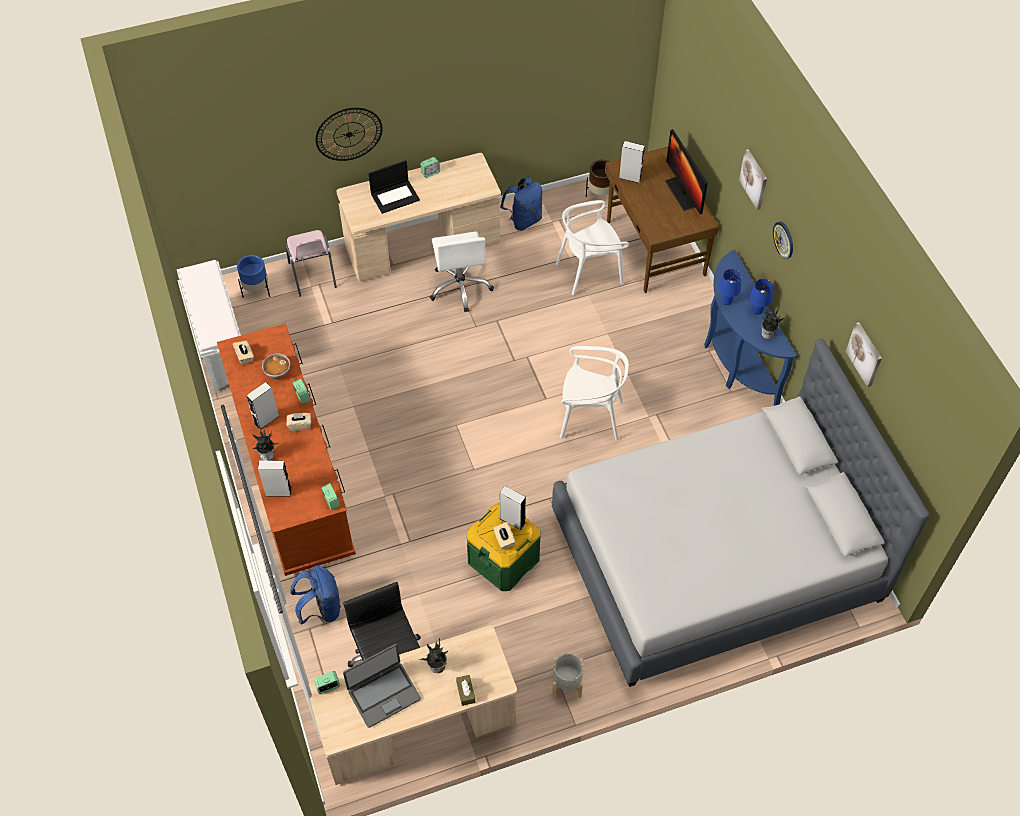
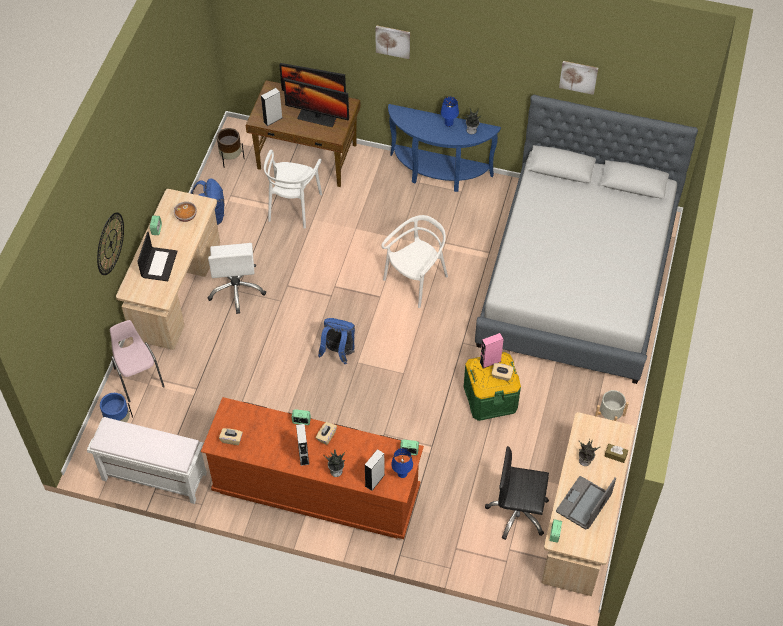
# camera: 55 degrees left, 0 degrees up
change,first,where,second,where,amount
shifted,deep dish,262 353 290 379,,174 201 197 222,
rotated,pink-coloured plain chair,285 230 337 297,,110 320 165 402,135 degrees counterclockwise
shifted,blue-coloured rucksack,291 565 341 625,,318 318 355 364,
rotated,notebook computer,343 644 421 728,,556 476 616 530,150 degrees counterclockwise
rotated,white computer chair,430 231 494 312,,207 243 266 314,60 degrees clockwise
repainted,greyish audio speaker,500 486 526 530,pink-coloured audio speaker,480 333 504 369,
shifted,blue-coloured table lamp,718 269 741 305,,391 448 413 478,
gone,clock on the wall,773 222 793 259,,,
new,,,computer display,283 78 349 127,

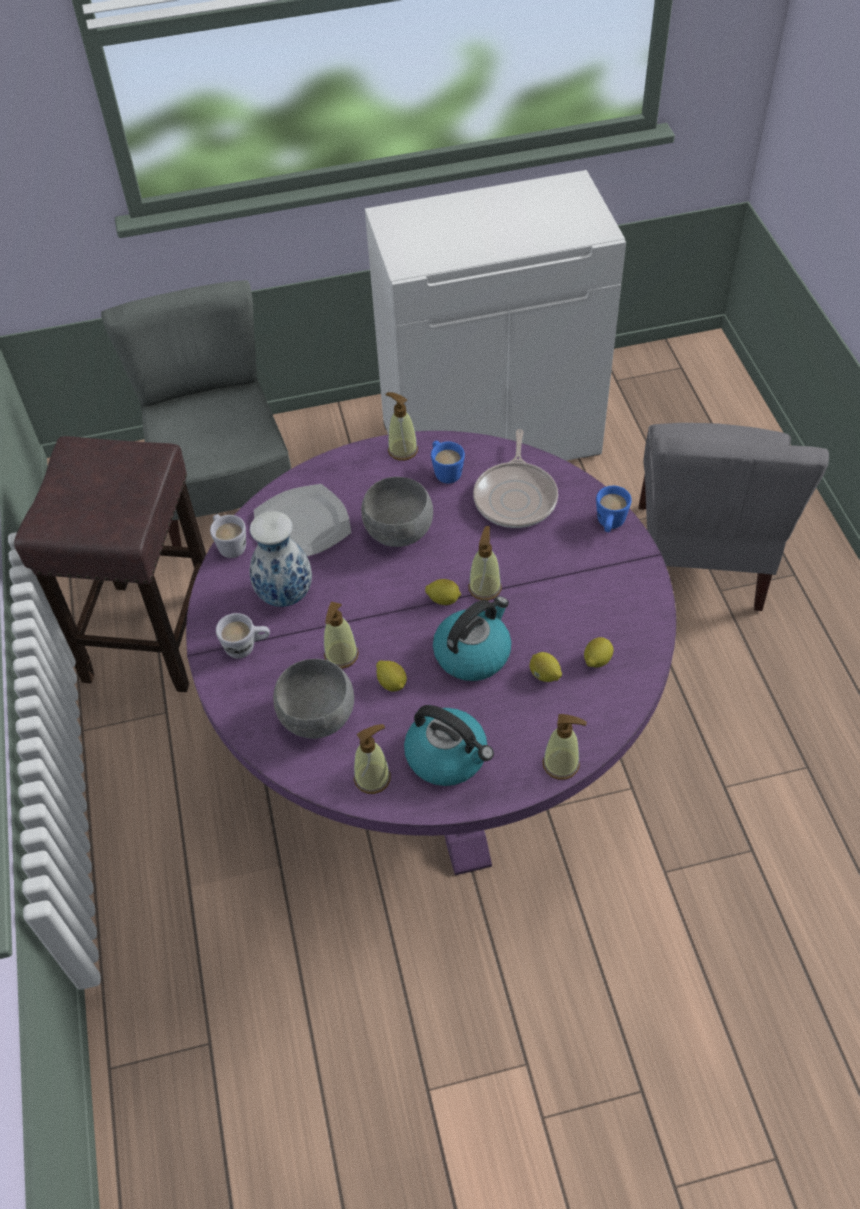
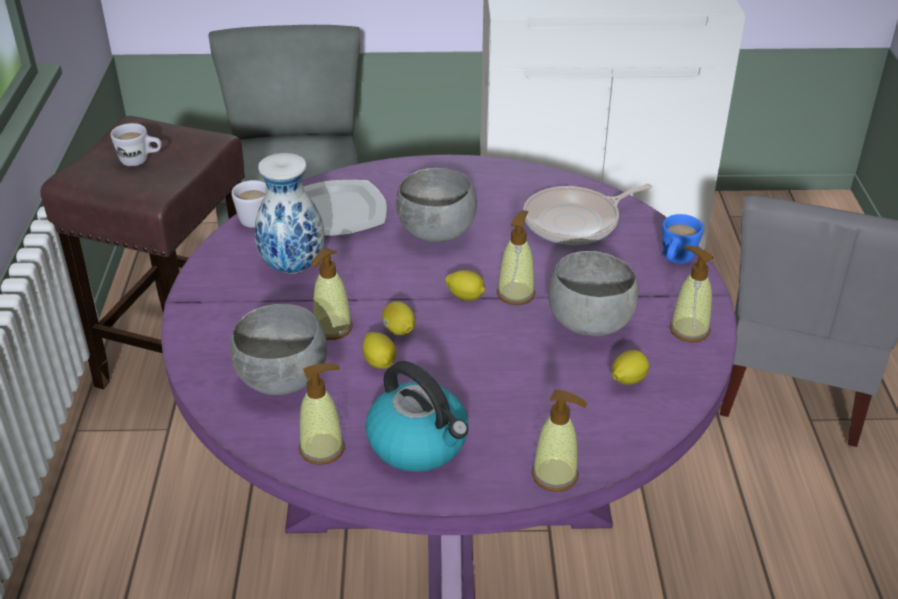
# camera: 10 degrees right, 15 degrees down
change,first,where,second,where,amount
shifted,white mug,216 613 270 659,,111 123 162 166,
shifted,soap dispenser,385 392 418 461,,669 246 713 342,
gone,blue-coloured mug,431 441 465 484,,,
gone,tea kettle,433 596 511 681,,,
rotated,skillet,473 429 558 528,,523 183 652 245,45 degrees clockwise
shifted,lemon,530 652 562 682,,382 301 415 335,
new,,,greyish deep dish,548 251 639 337,

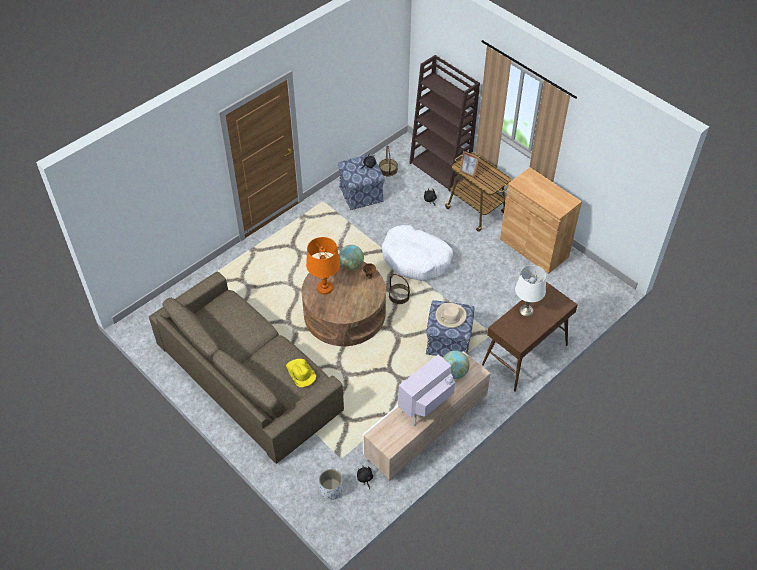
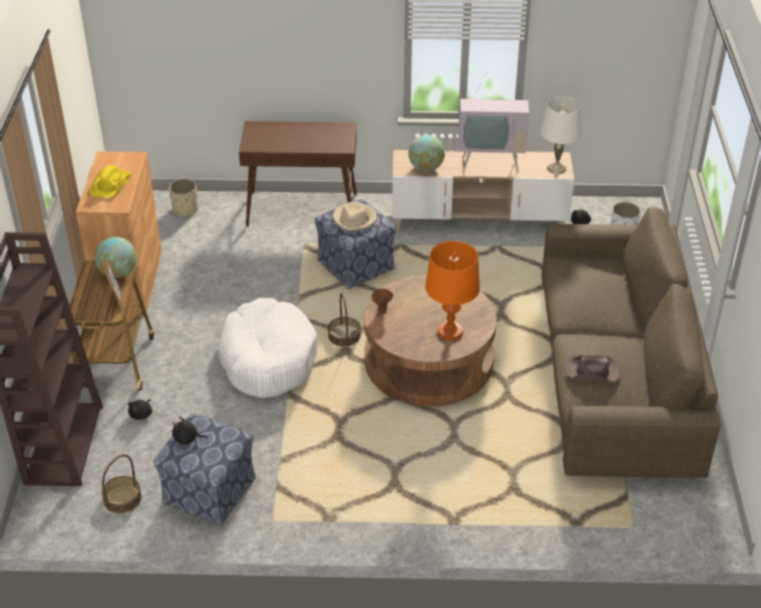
# camera: 135 degrees left, 10 degrees down
change,first,where,second,where,amount
shifted,yellowish hat,286 359 316 387,,90 165 132 197,
shifted,world globe,339 245 364 270,,95 237 137 278,
shifted,white table lamp,515 265 546 316,,541 96 581 174,
new,,,sand-coloured planter,169 179 198 217,
new,,,brownish hat,565 355 620 382,

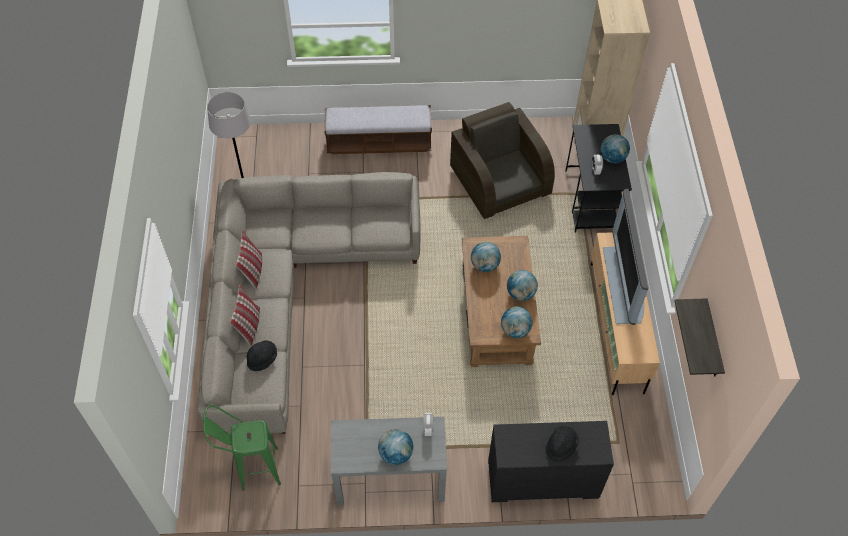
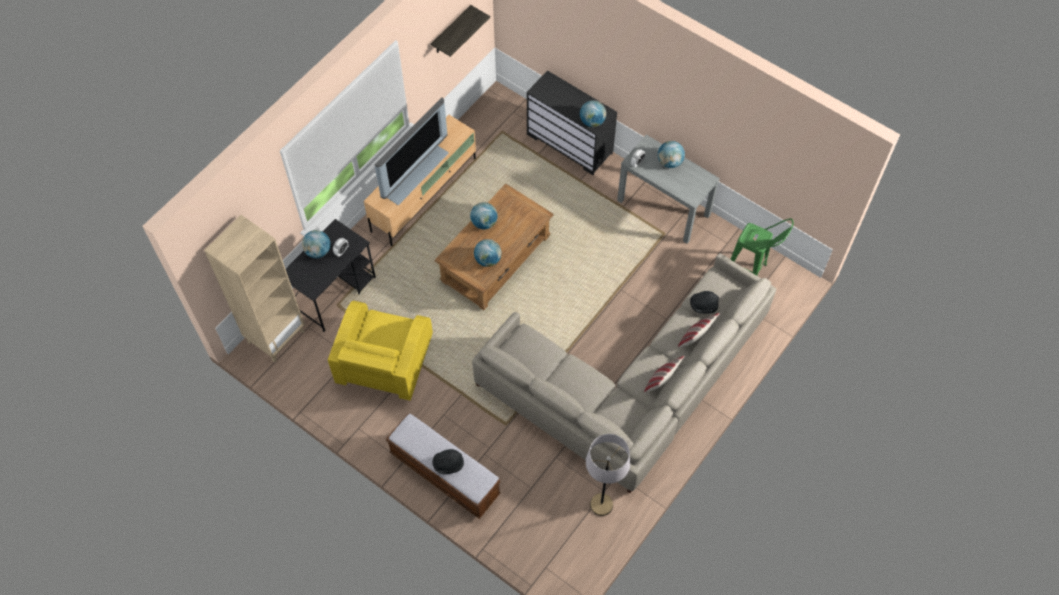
# camera: 140 degrees left, 5 degrees up
change,first,where,second,where,amount
repainted,brownish lounge chair,450 102 555 219,yellowish lounge chair,328 301 433 401,
shifted,world globe,501 306 533 338,,580 100 606 127,
shifted,blackish hat,546 426 579 462,,432 449 464 475,

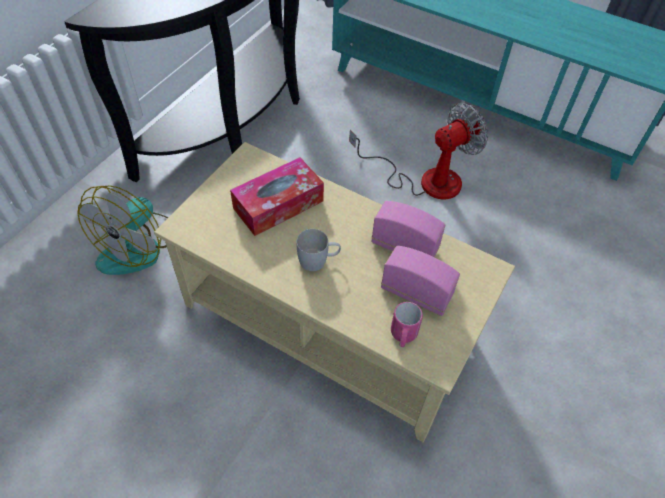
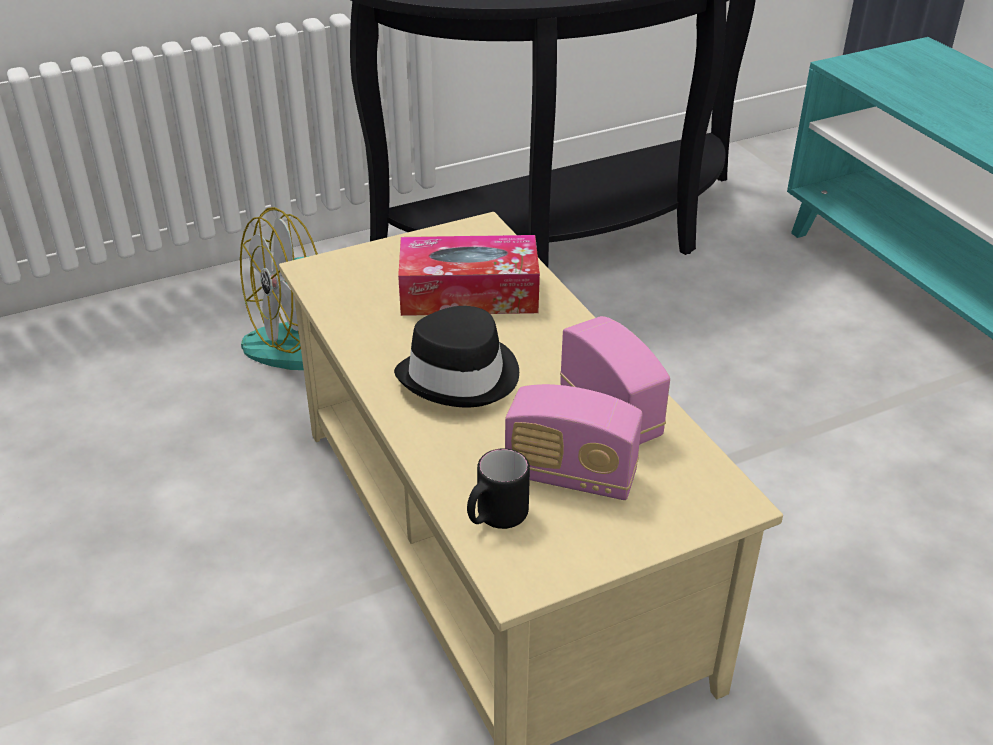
# camera: 35 degrees right, 15 degrees down
change,first,where,second,where,amount
swapped,white mug,296 229 341 271,blackish hat,394 306 519 407,
gone,cooling fan,349 103 488 200,,,
rotated,radio set,381 246 460 316,,505 384 643 500,135 degrees clockwise
repainted,pink-coloured mug,391 302 423 347,blackish mug,467 448 530 529,

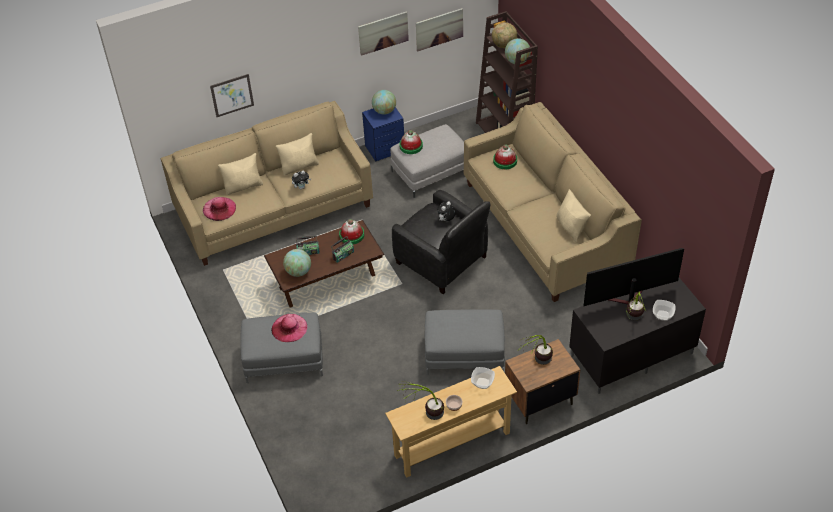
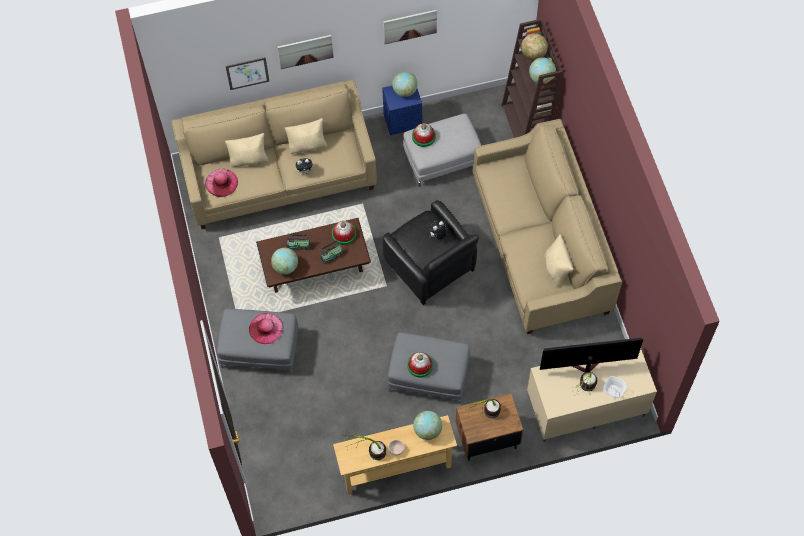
# camera: 10 degrees right, 15 degrees up
change,first,where,second,where,amount
shifted,wall picture,416 8 463 51,,277 35 334 69,
swapped,deep dish,471 367 495 389,world globe,413 411 442 440,
shifted,hat,493 145 517 169,,407 352 433 377,
repainted,blackish tv unit,569 278 706 394,sand-coloured tv unit,527 349 657 442,

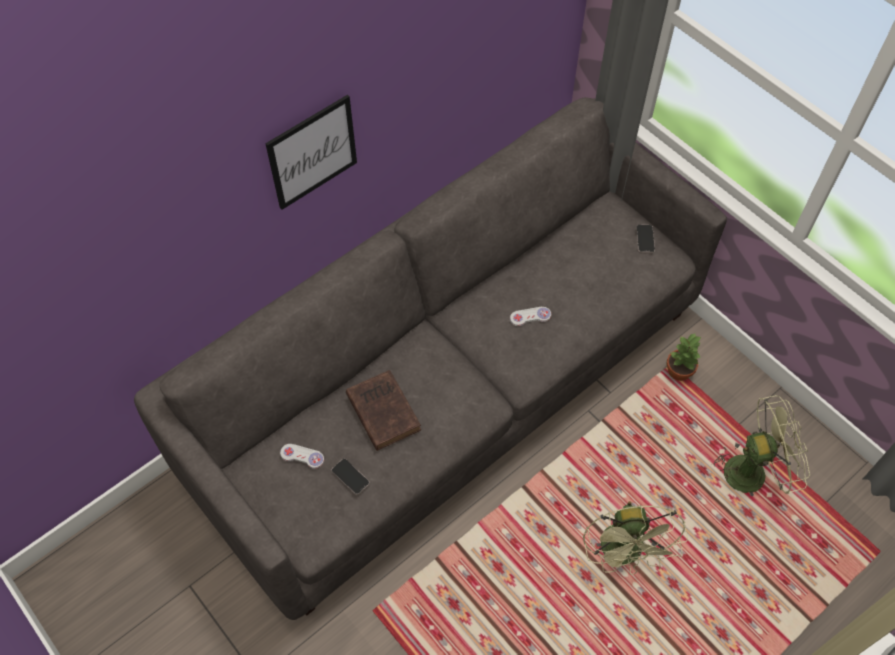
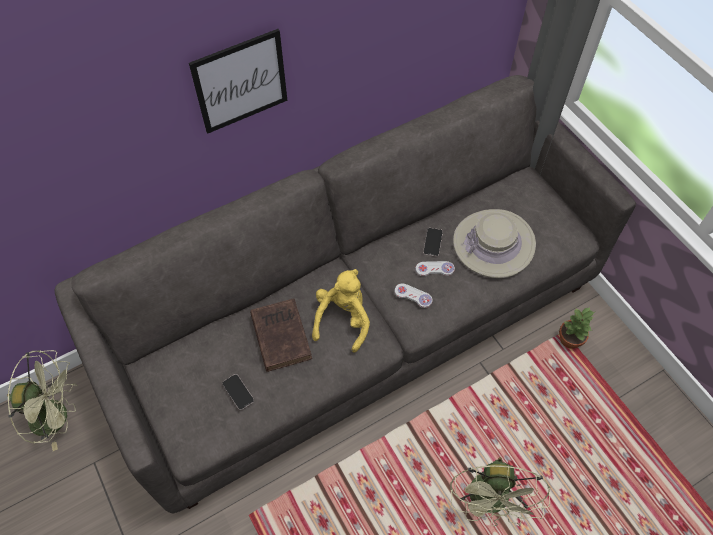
# camera: 10 degrees right, 0 degrees up
change,first,where,second,where,amount
shifted,white gamepad,280 444 324 469,,395 283 433 308,
shifted,phone,636 225 655 253,,423 228 443 257,
shifted,green-coloured cooling fan,713 395 810 496,,7 350 77 451,
new,,,yellowish soft toy,312 269 370 353,
new,,,sand-coloured hat,453 209 536 278,

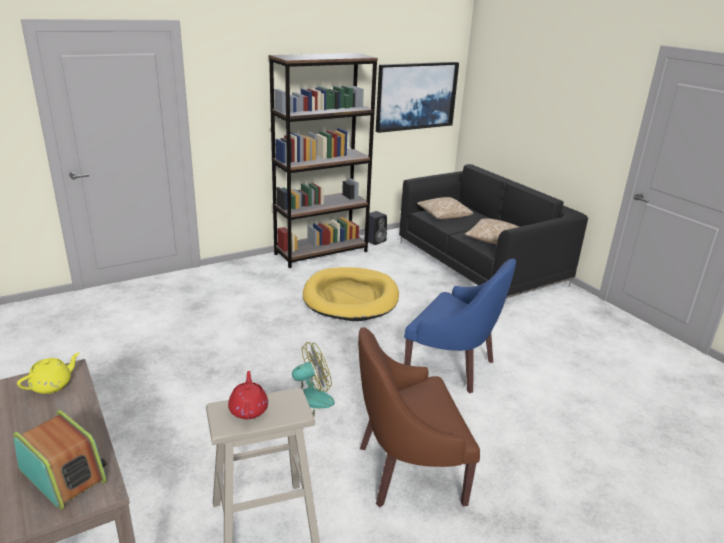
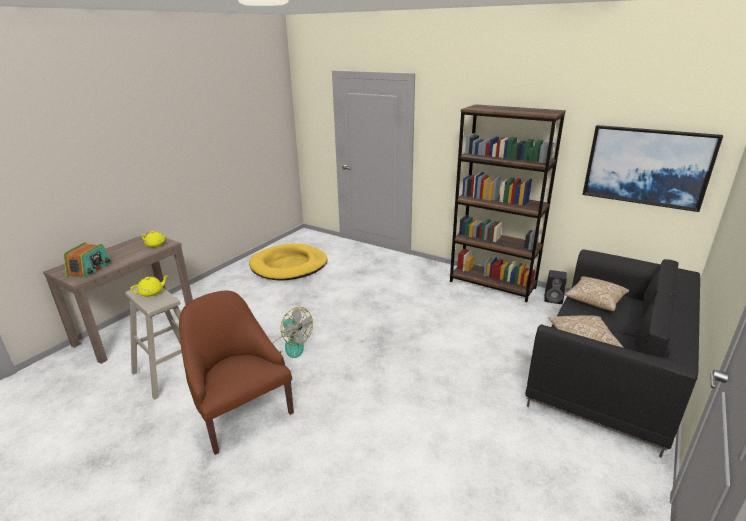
# camera: 65 degrees right, 0 degrees up
change,first,where,second,where,amount
repainted,red-coloured teapot,228 371 268 420,yellowish teapot,130 275 169 297,
shifted,yellowish dog cushion,303 267 399 321,,249 243 328 281,
gone,blue-coloured lounge chair,404 258 516 393,,,

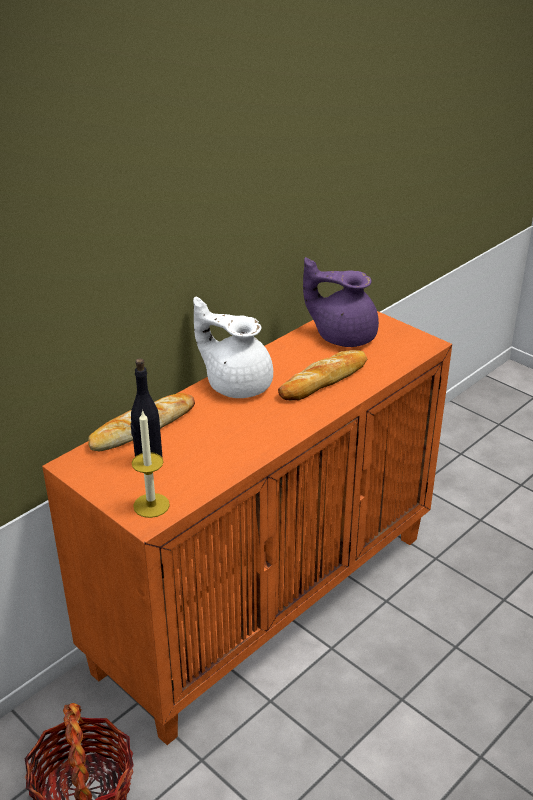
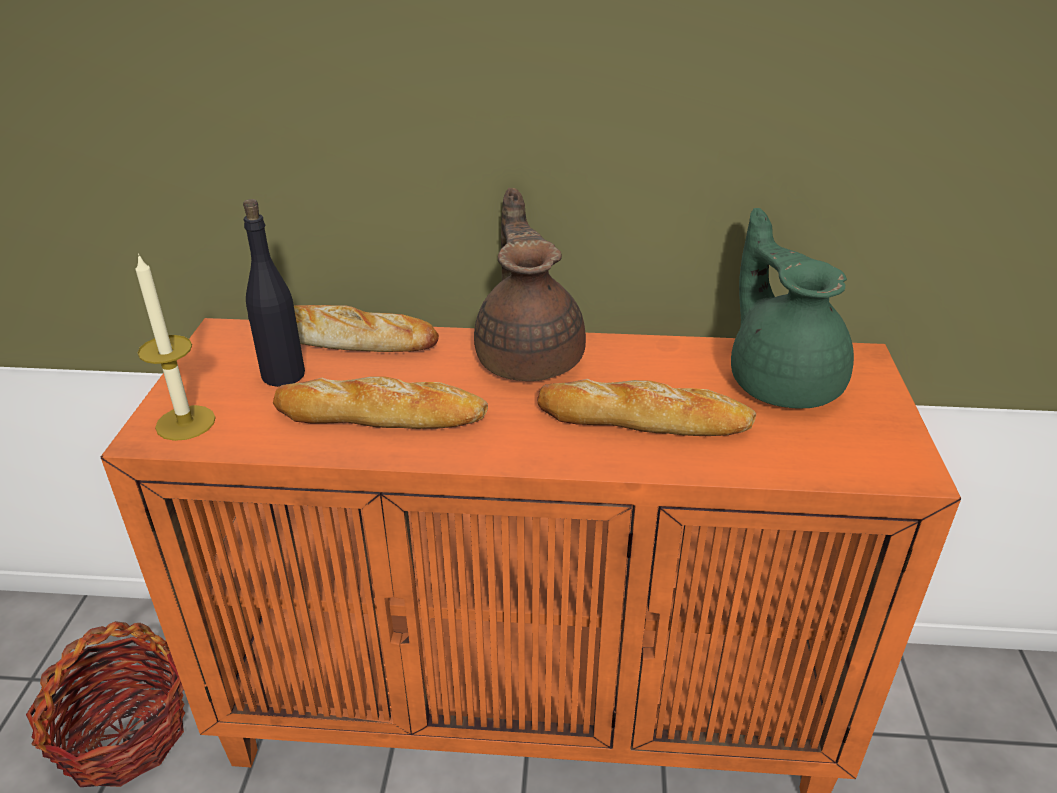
# camera: 50 degrees right, 0 degrees up
change,first,where,second,where,amount
repainted,white teapot,193 297 273 398,brownish teapot,474 188 586 381,
repainted,purple teapot,303 257 379 347,green-coloured teapot,731 208 854 409,
new,,,bakery bread,273 376 488 429,

